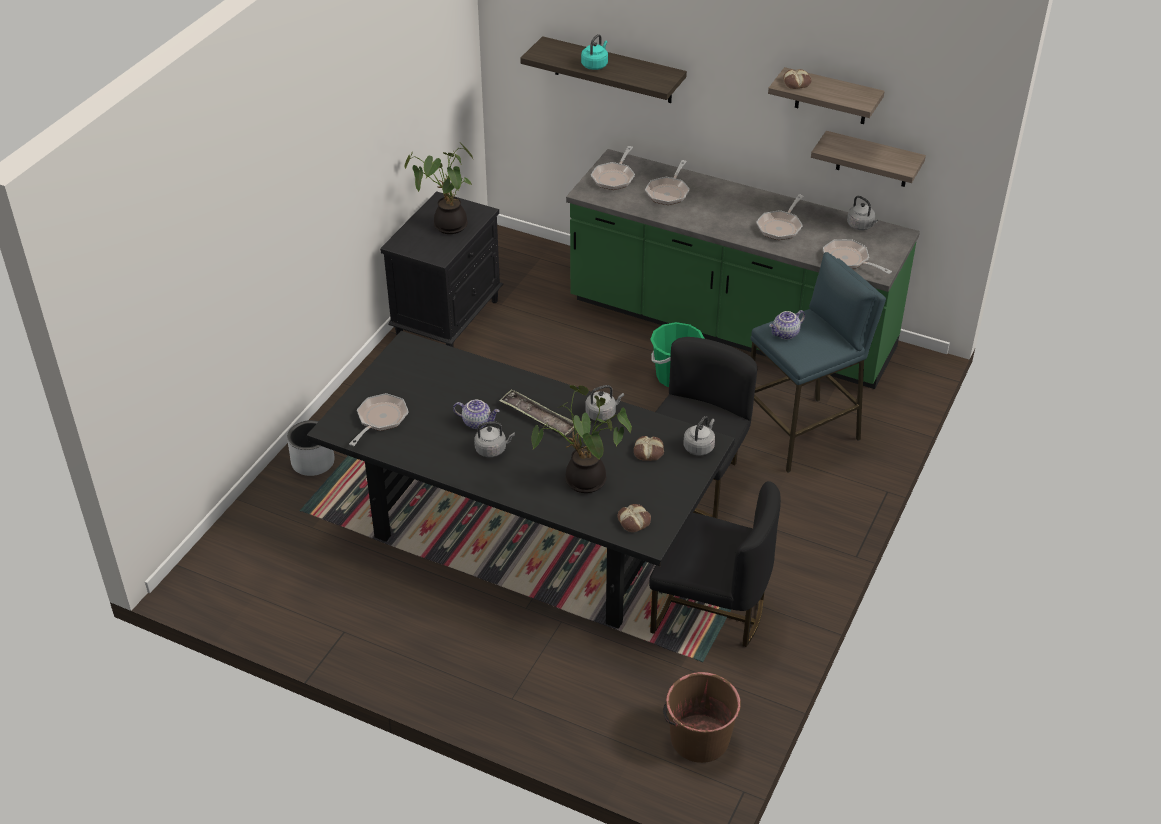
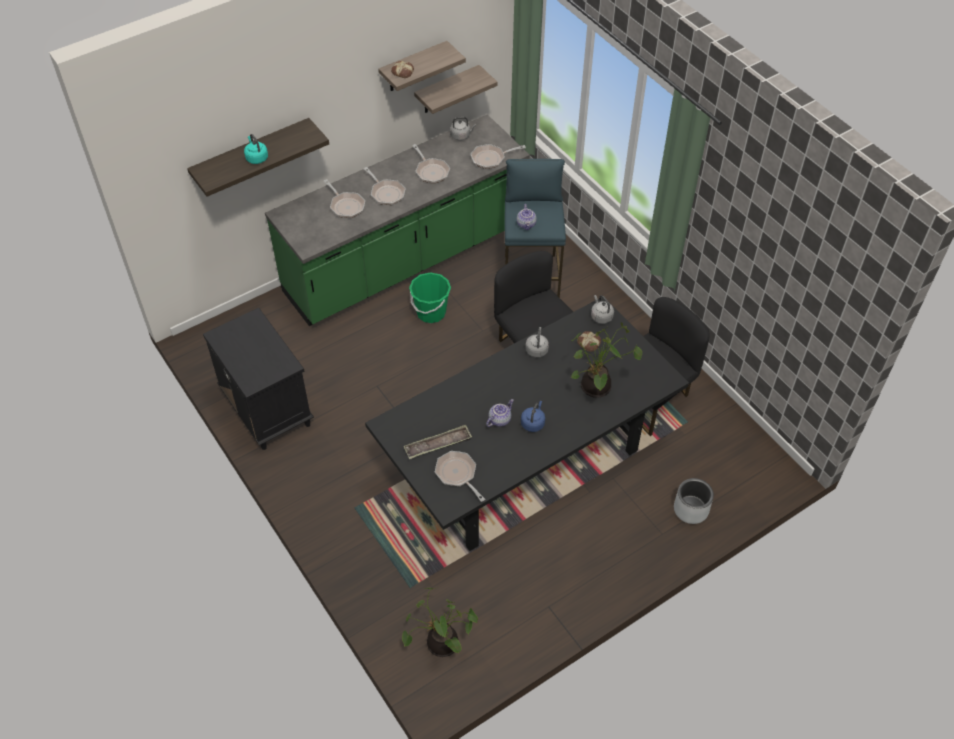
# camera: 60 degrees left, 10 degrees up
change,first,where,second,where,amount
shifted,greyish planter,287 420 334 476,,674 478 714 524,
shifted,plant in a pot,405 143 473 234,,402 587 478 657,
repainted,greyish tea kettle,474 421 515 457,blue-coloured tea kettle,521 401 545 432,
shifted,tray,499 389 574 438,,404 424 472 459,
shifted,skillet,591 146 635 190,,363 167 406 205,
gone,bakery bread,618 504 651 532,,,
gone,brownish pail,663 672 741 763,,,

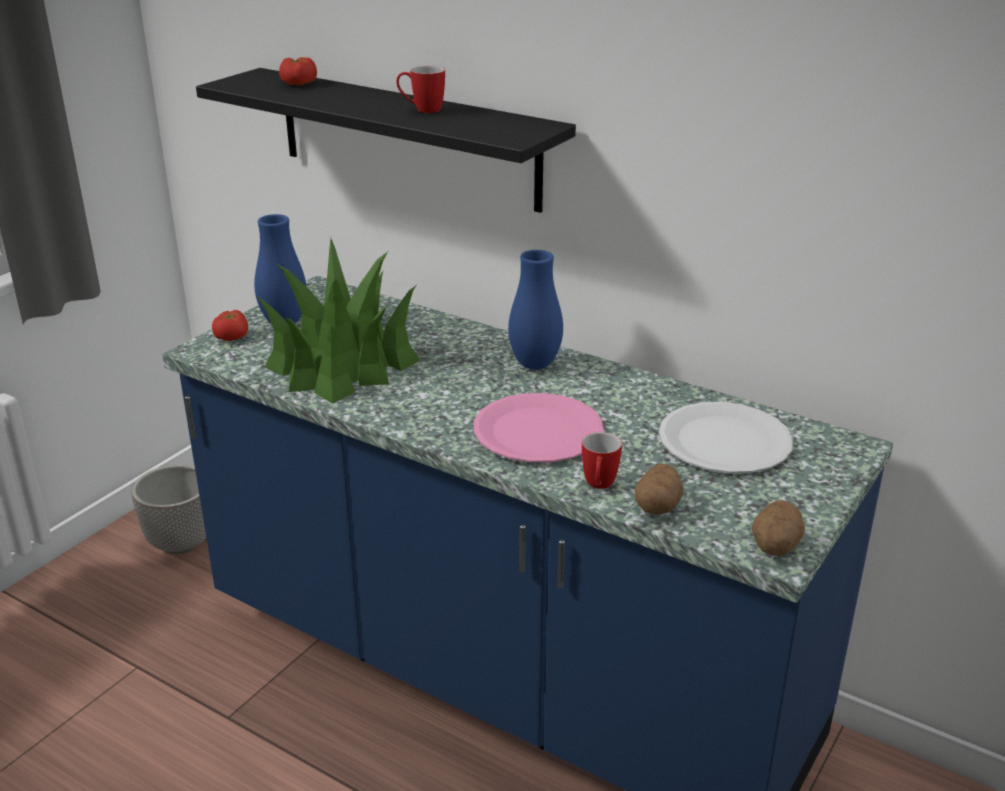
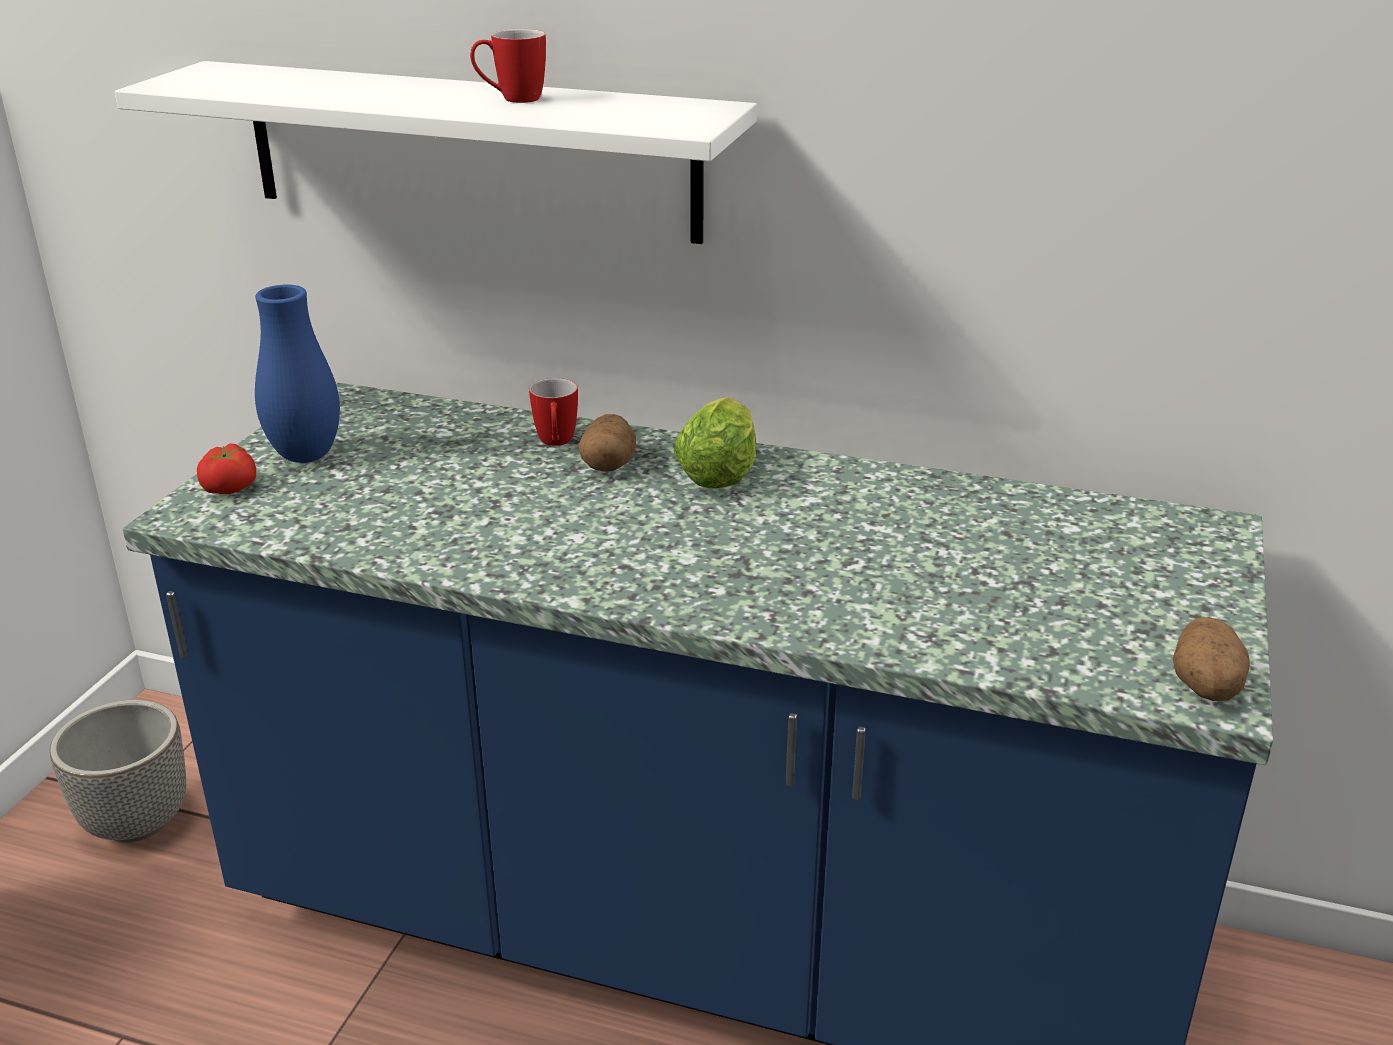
# camera: 15 degrees left, 0 degrees up
change,first,where,second,where,amount
repainted,blackish bracket shelf,196 68 576 213,white bracket shelf,115 61 757 244,
gone,plant in a pot,256 238 421 404,,,
gone,whole tomato,279 57 317 85,,,
gone,pink-coloured flat dish,474 393 604 462,,,
swapped,blue-coloured flower vase,508 250 563 370,head of lettuce,673 397 756 488,
shifted,mug,582 432 622 489,,529 378 578 446,
shifted,whole potato,634 464 684 515,,578 414 636 471,
gone,white flat dish,659 402 793 473,,,

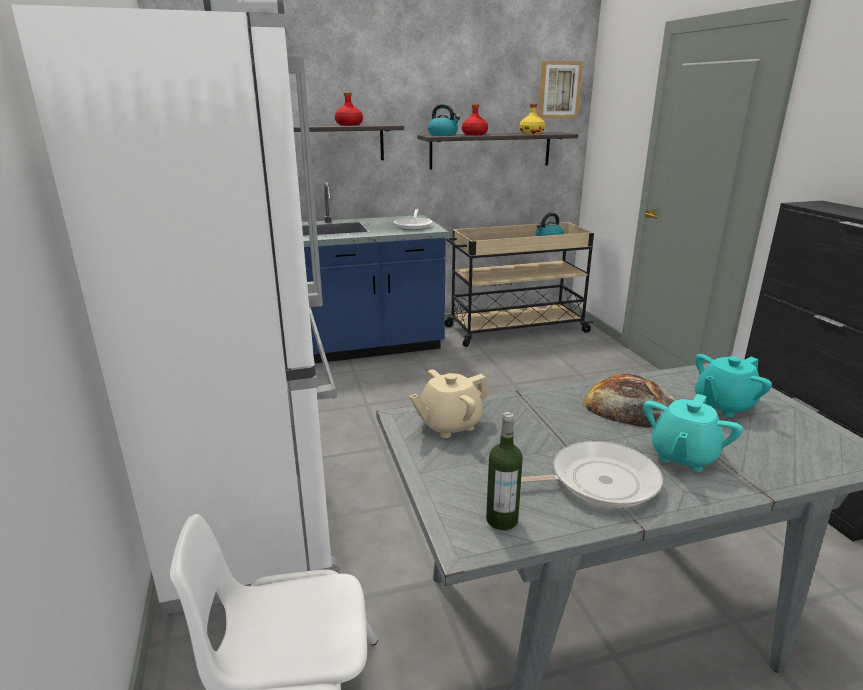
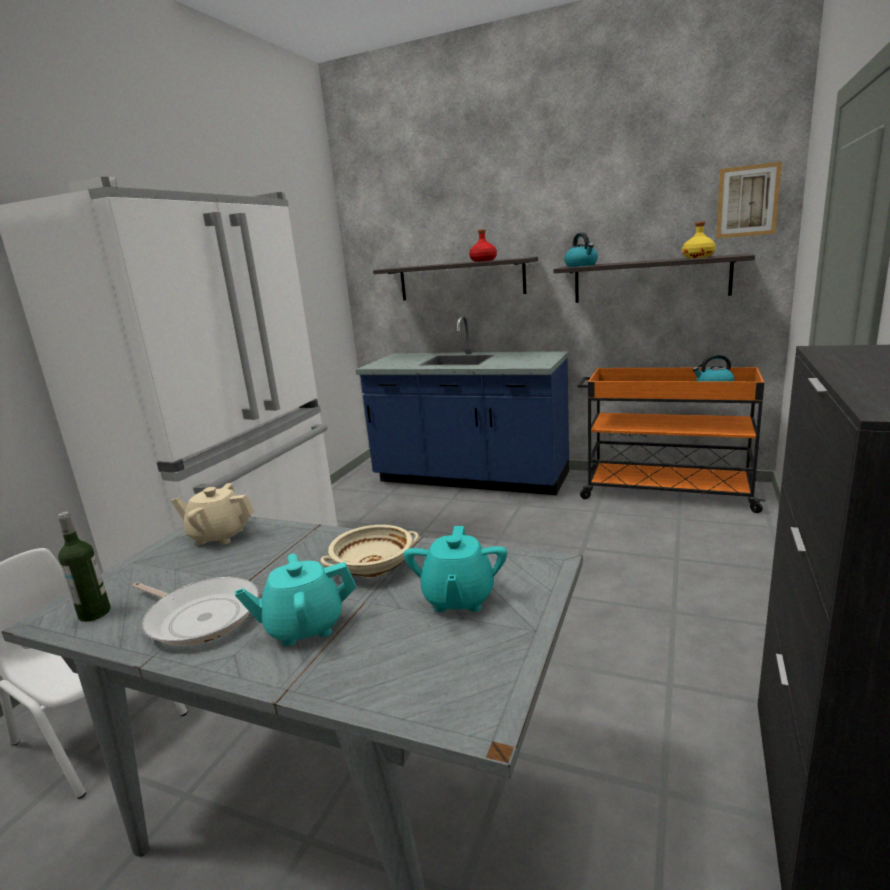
# camera: 40 degrees right, 5 degrees down
change,first,where,second,where,amount
gone,skillet,394 209 432 230,,,
repainted,sand-coloured trolley,445 222 594 347,orange-coloured trolley,578 367 766 513,
gone,red-coloured bottle,462 104 488 135,,,
swapped,bakery bread,583 374 677 428,sand-coloured deep dish,320 525 419 577,
rotated,turquoise-coloured teapot,695 354 772 417,,404 526 507 612,90 degrees counterclockwise

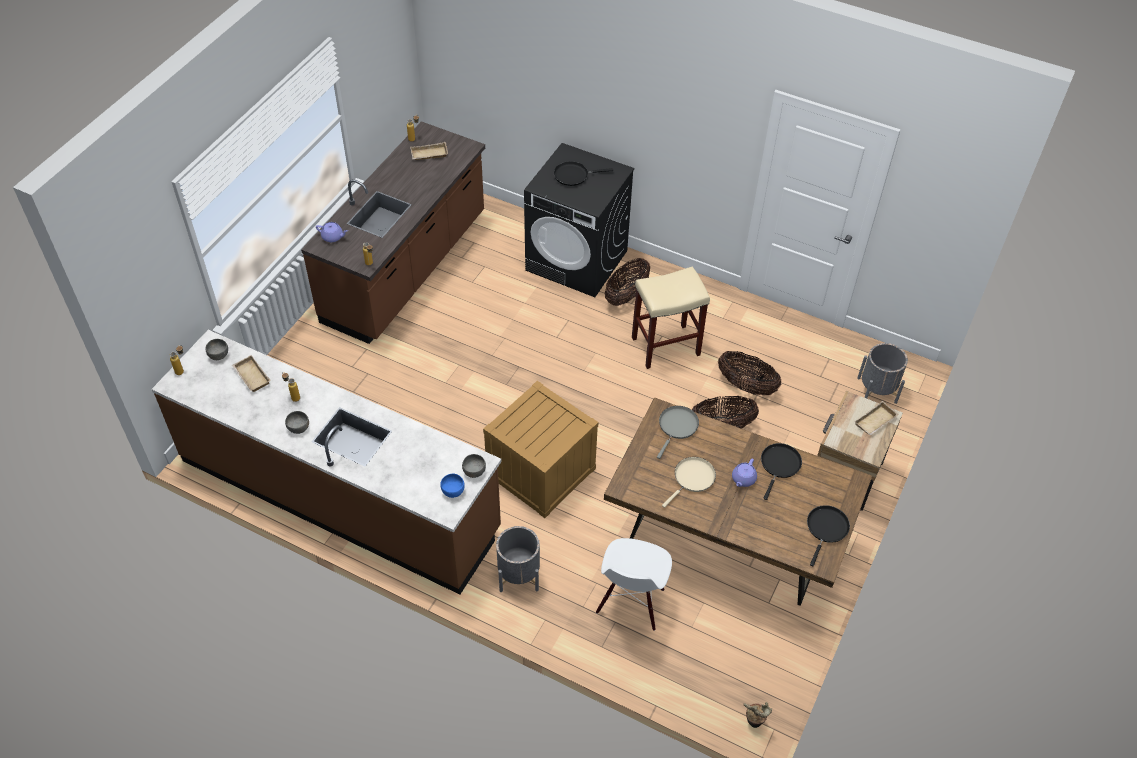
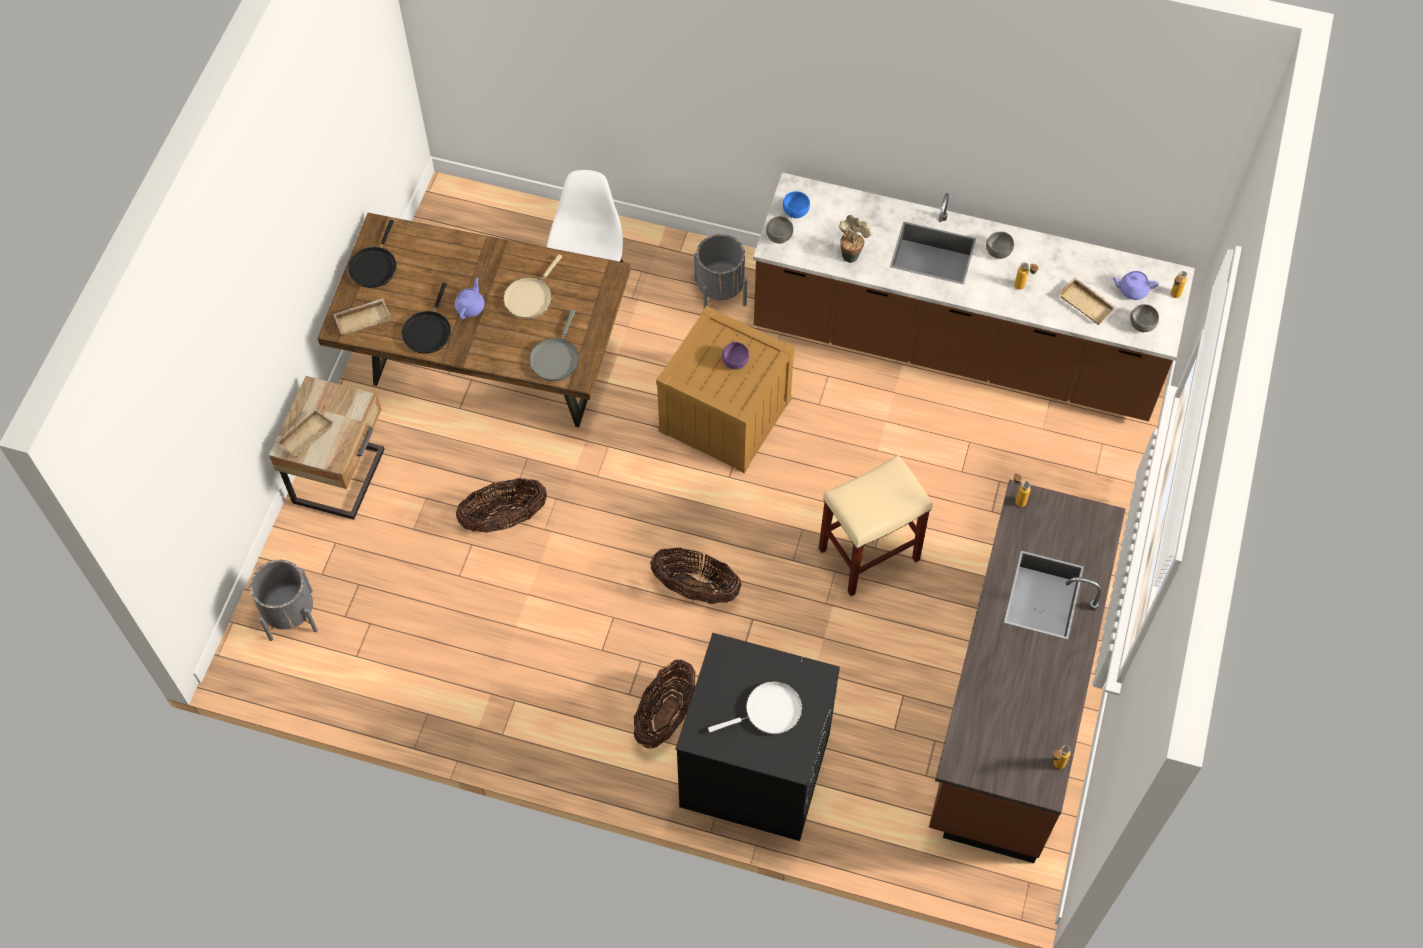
# camera: 170 degrees right, 10 degrees up
change,first,where,second,where,amount
shifted,purple teapot,316 222 348 242,,1111 271 1159 300,
shifted,sand-coloured tray,410 142 448 160,,333 298 391 336,
repainted,blackish skillet,554 161 613 186,white skillet,708 681 802 734,
shifted,sand-coloured stool seat,632 266 710 369,,819 455 933 596,
shifted,storage basket,718 351 781 395,,650 548 742 604,
shifted,plant in a pot,744 702 772 728,,840 215 871 263,
new,,,purple deep dish,722 342 749 370,

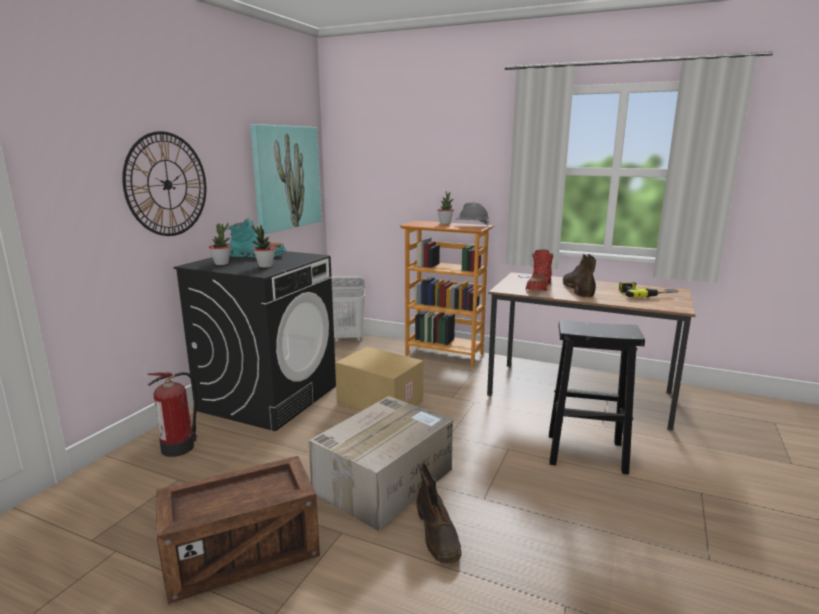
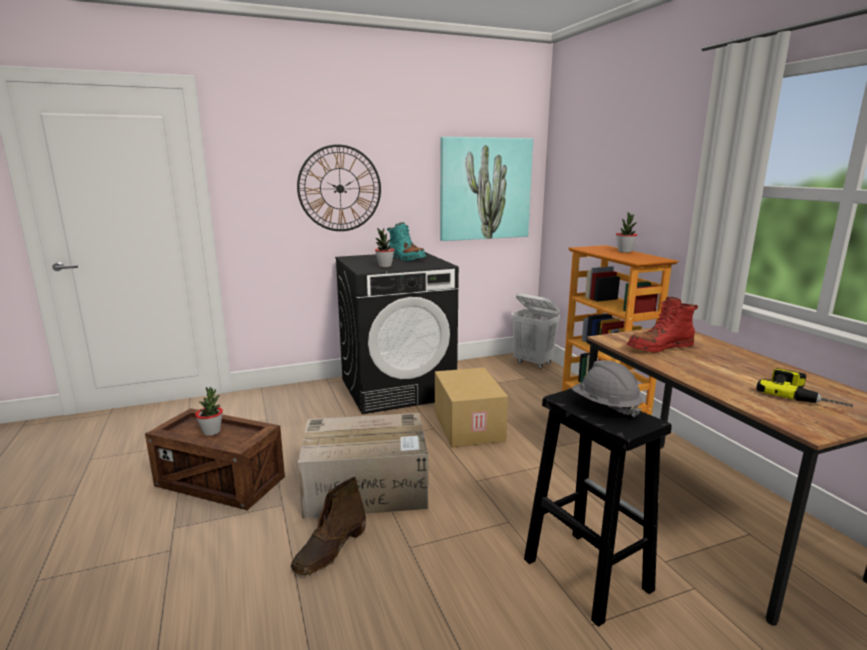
# camera: 45 degrees right, 0 degrees up
change,first,where,second,where,amount
gone,fire extinguisher,147 372 197 457,,,
shifted,plant in a pot,209 223 231 265,,195 387 223 436,
shifted,greyish safety helmet,456 202 490 226,,572 360 642 418,
gone,brownish tall boot,562 254 596 297,,,

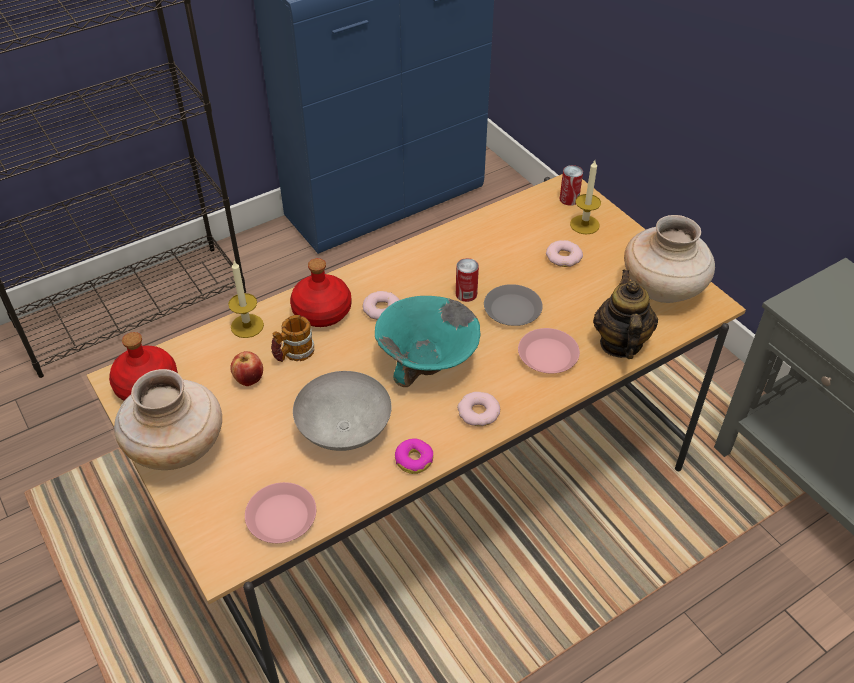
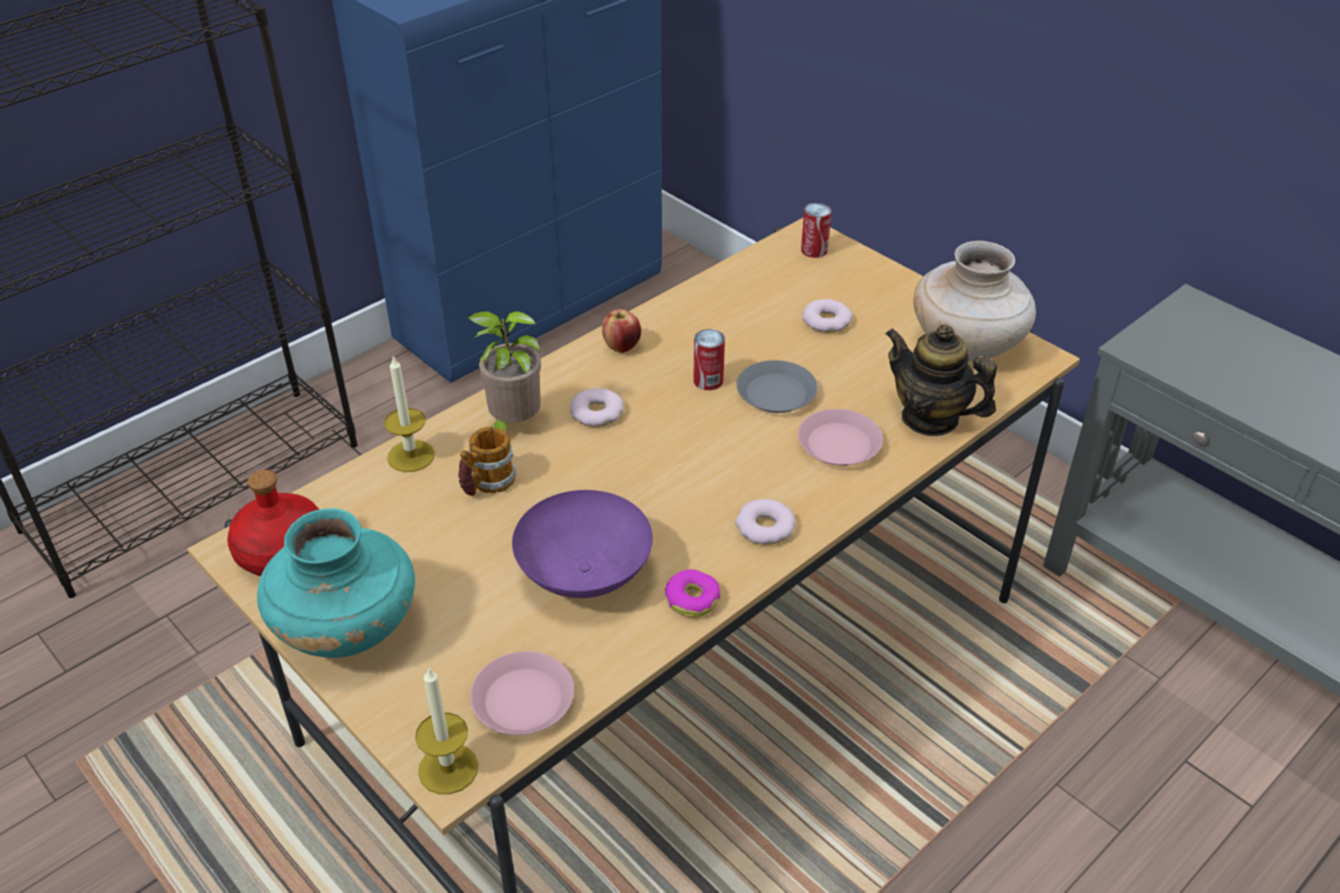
# camera: 10 degrees left, 5 degrees down
change,first,where,second,where,amount
repainted,sand-coloured flower vase,114 369 222 470,turquoise-coloured flower vase,257 508 415 658,
shifted,apple,230 351 263 386,,602 309 641 353,
swapped,red-coloured bottle,290 258 351 327,plant in a pot,467 311 541 431,
repainted,greyish deep dish,293 371 392 451,purple deep dish,512 490 653 598,
gone,turquoise-coloured deep dish,375 296 480 387,,,
shifted,candle,570 160 601 234,,415 666 478 794,
rotated,teapot,593 270 658 359,,885 324 997 436,45 degrees counterclockwise

